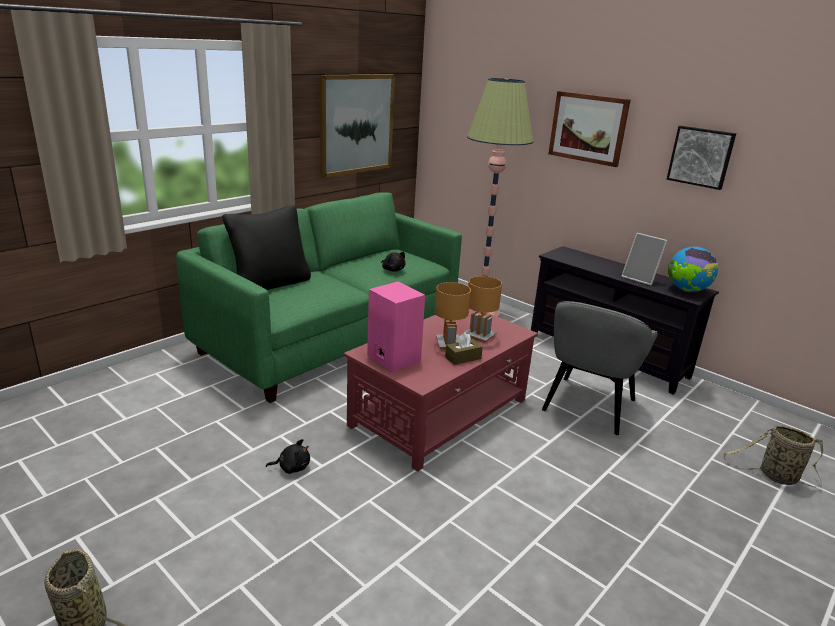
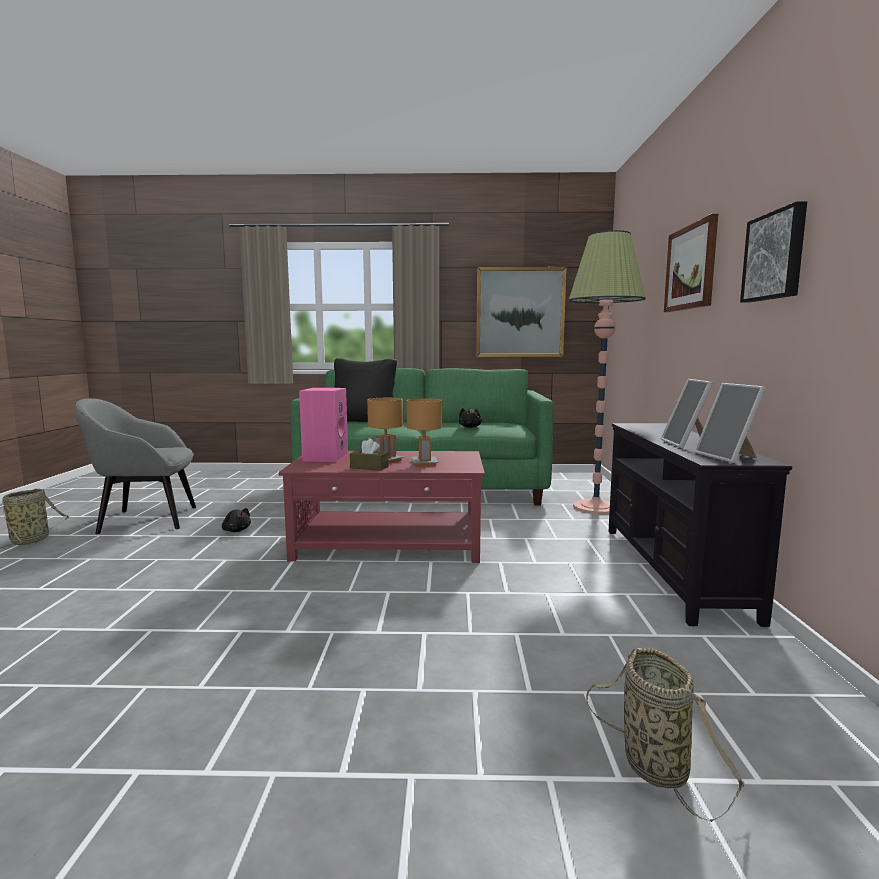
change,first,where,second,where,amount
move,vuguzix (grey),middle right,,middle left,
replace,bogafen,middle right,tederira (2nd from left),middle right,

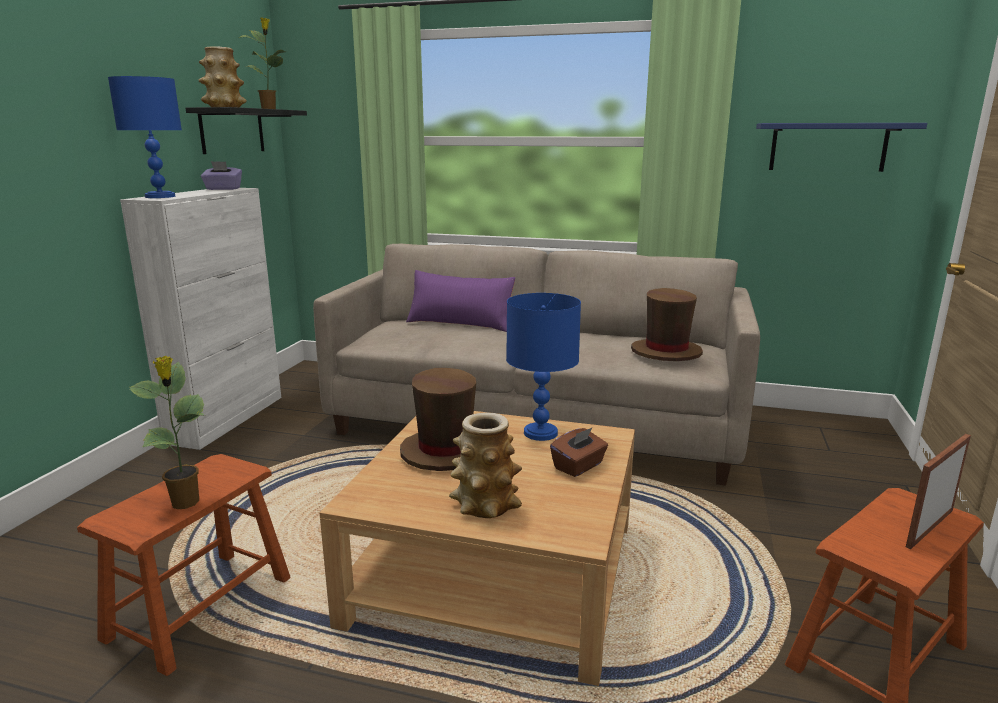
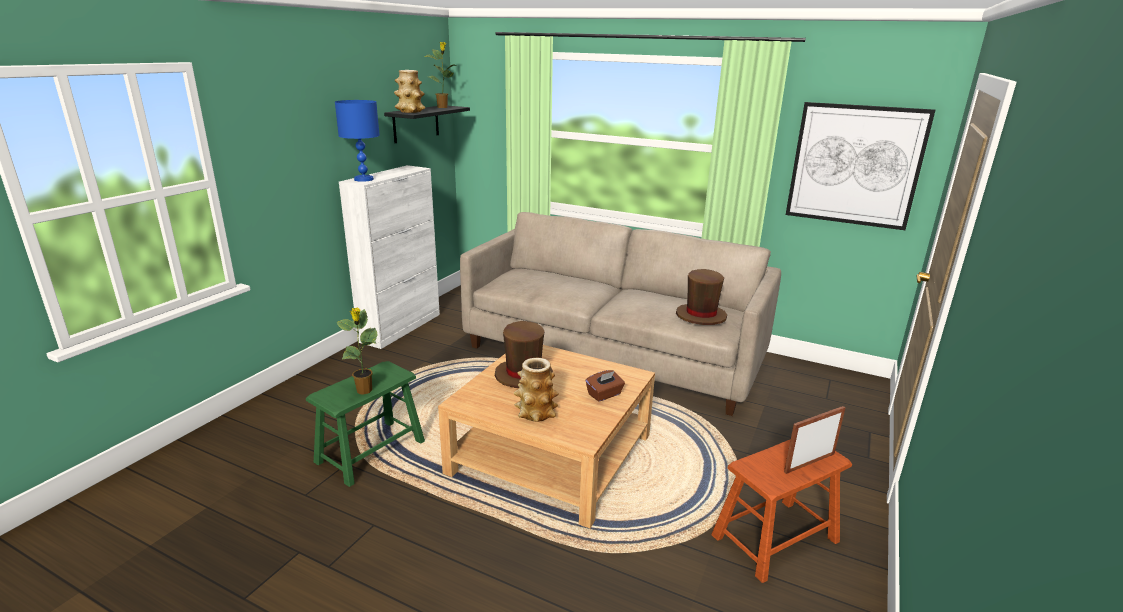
change,first,where,second,where,amount
delete,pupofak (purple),top left,,,
delete,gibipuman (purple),centre,,,
delete,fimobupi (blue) (2nd from left),centre,,,
replace,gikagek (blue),top right,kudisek,top right,
recolor,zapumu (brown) (1st from left),bottom left,zapumu (green),bottom left,

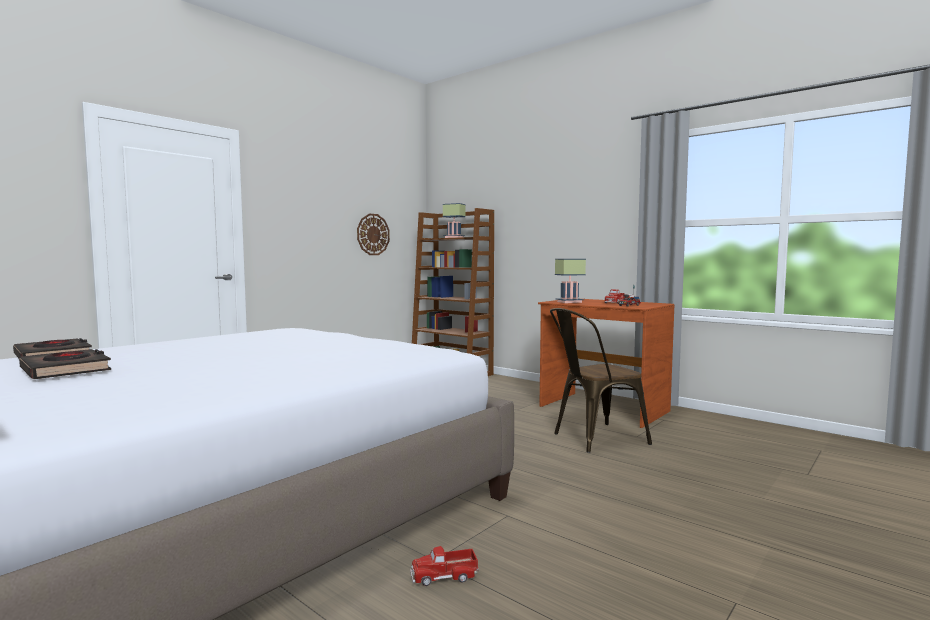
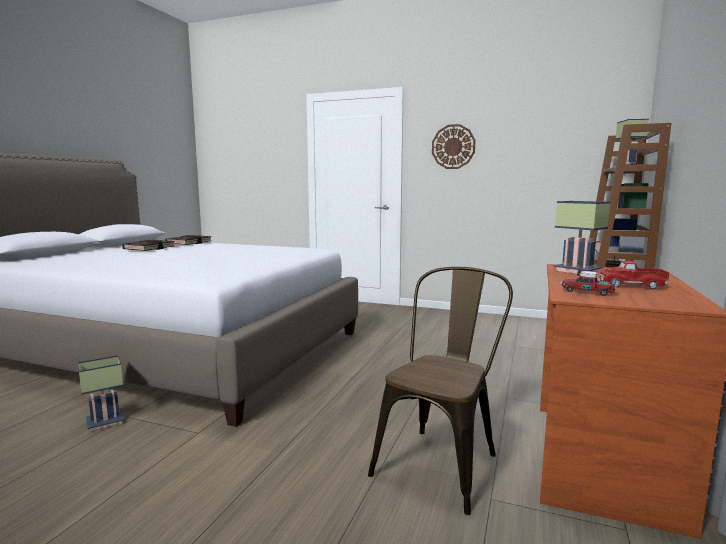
change,first,where,second,where,amount
move,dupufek,centre,,top centre,
replace,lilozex (1st from left),bottom centre,fimobupi (1st from left),bottom left,
rotate,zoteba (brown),centre,,bottom centre,75 degrees clockwise

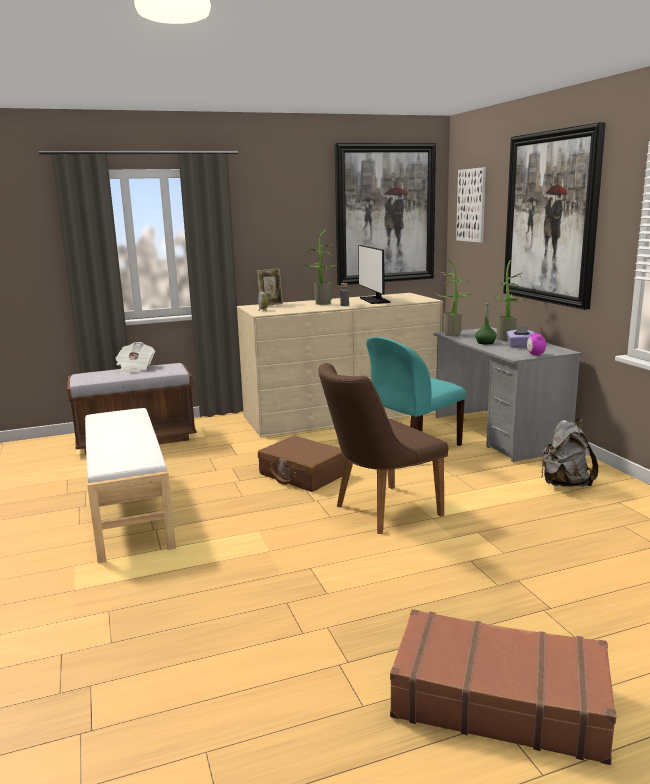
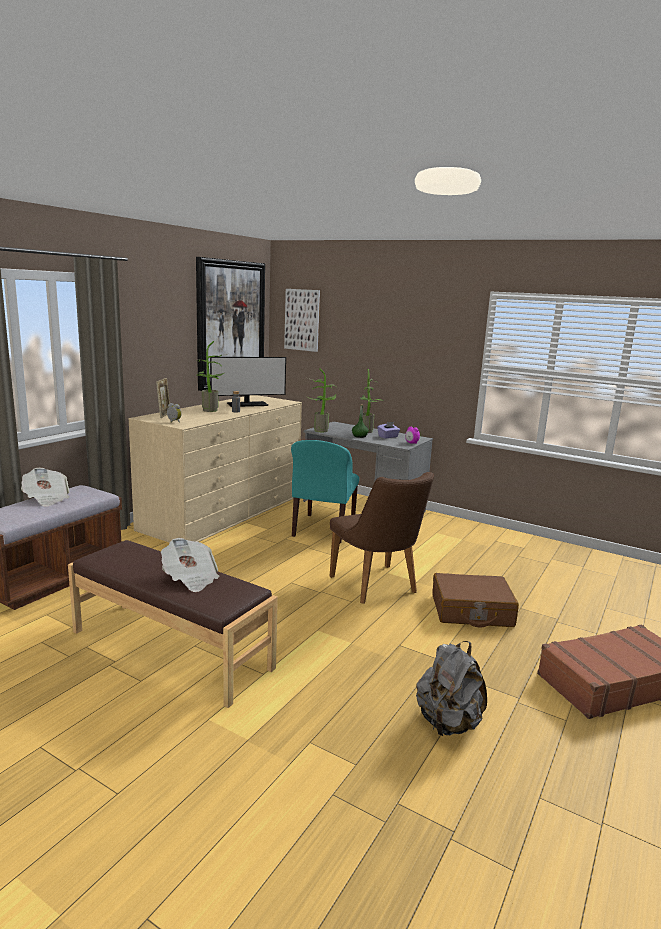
change,first,where,second,where,amount
delete,kudisek (3rd from left),top right,,,
insert,,,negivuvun (2nd from left),middle left,
move,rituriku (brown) (1st from left),centre,,middle right,
move,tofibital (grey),middle right,,bottom right,
recolor,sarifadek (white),middle left,sarifadek (brown) (2nd from left),bottom left,
rotate,zoteba (brown),centre,,centre,45 degrees counterclockwise
rotate,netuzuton,centre,,centre,60 degrees counterclockwise

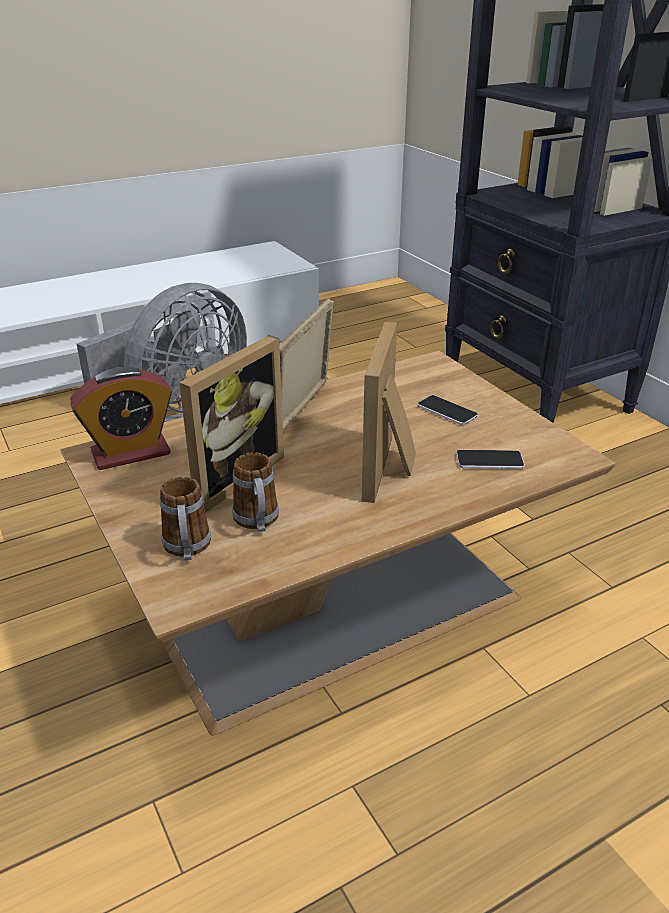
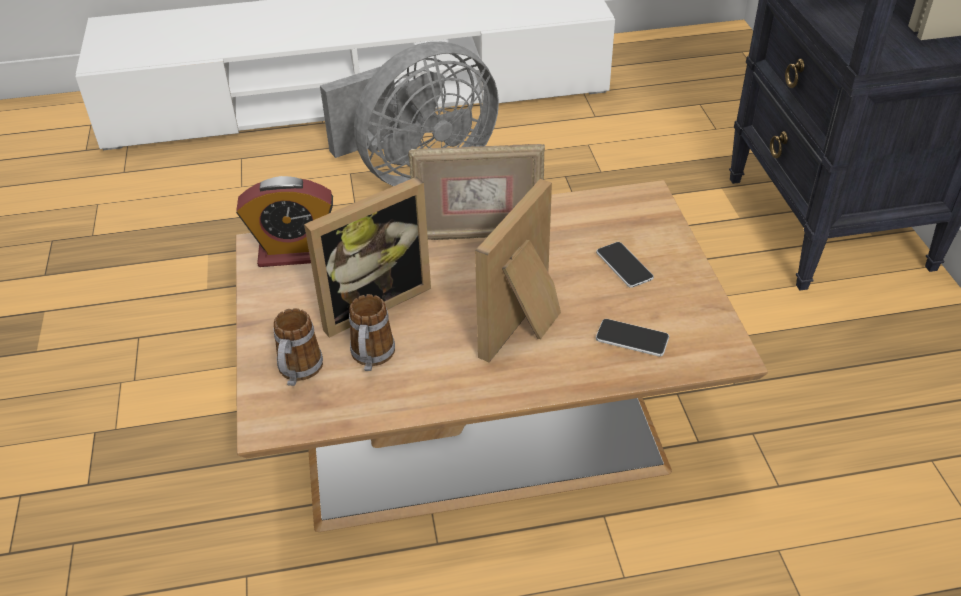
change,first,where,second,where,amount
rotate,tederira (2nd from left),centre,,top centre,135 degrees counterclockwise

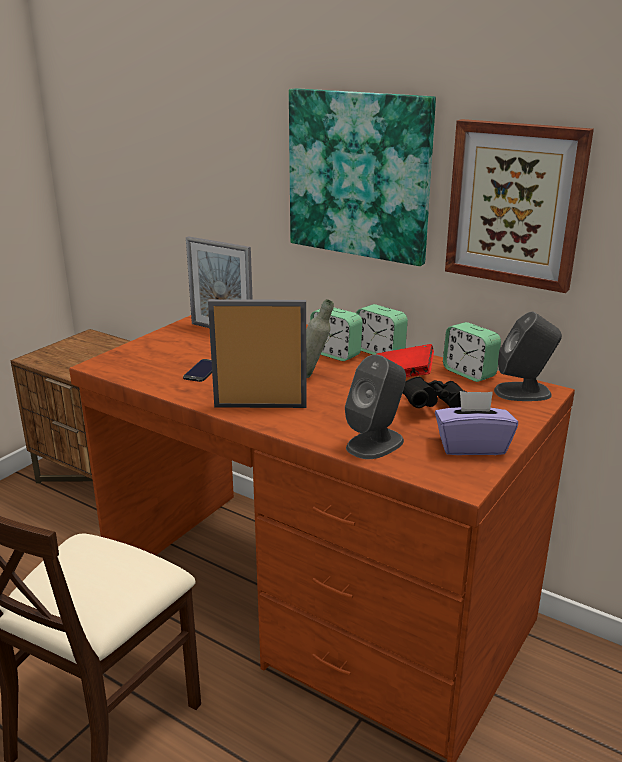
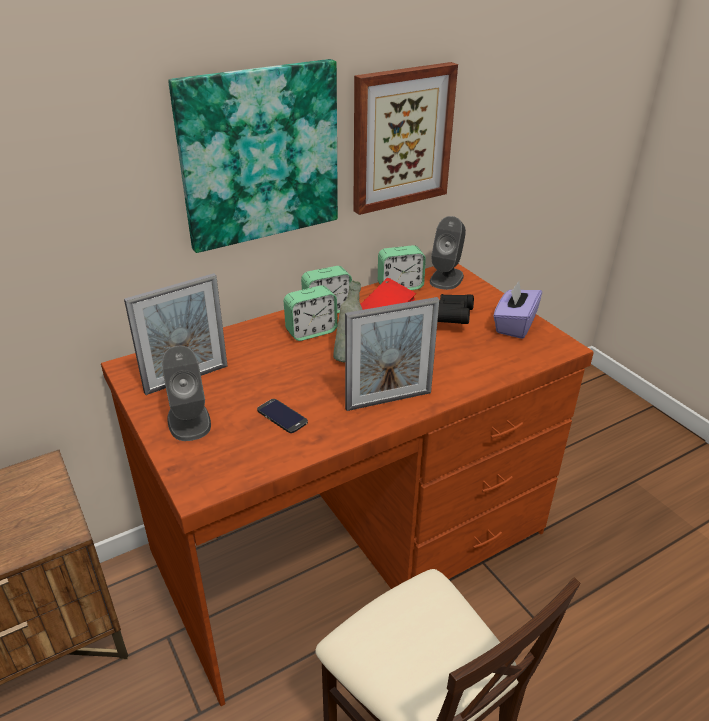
change,first,where,second,where,amount
move,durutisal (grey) (1st from left),centre,,middle left,
rotate,tederira (2nd from left),centre,,centre,135 degrees counterclockwise

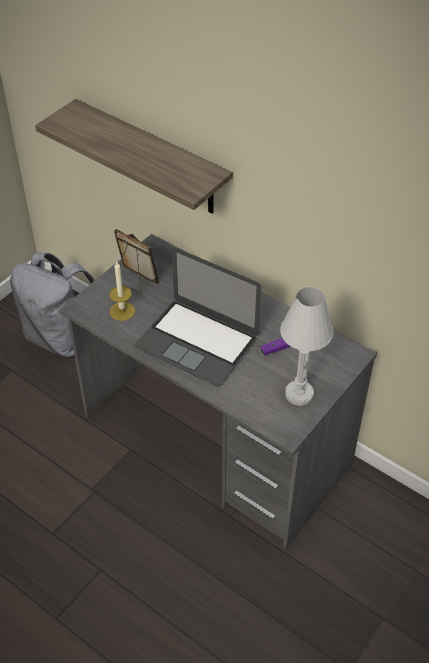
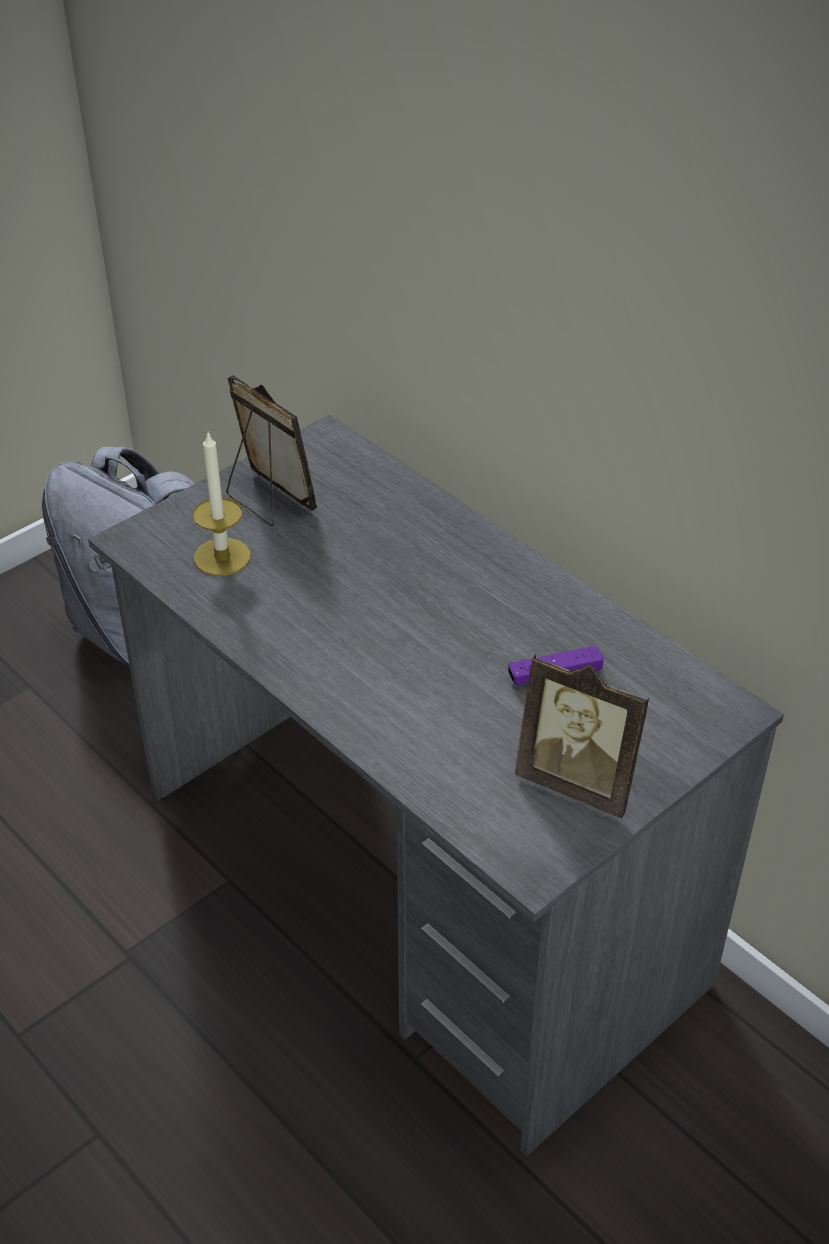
change,first,where,second,where,amount
delete,gikagek,top left,,,
delete,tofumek,centre,,,
replace,fimobupi (white),middle right,tederira (2nd from left),middle right,

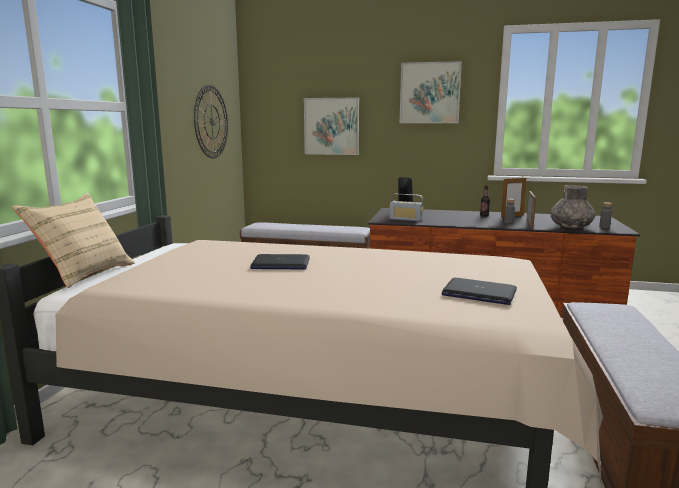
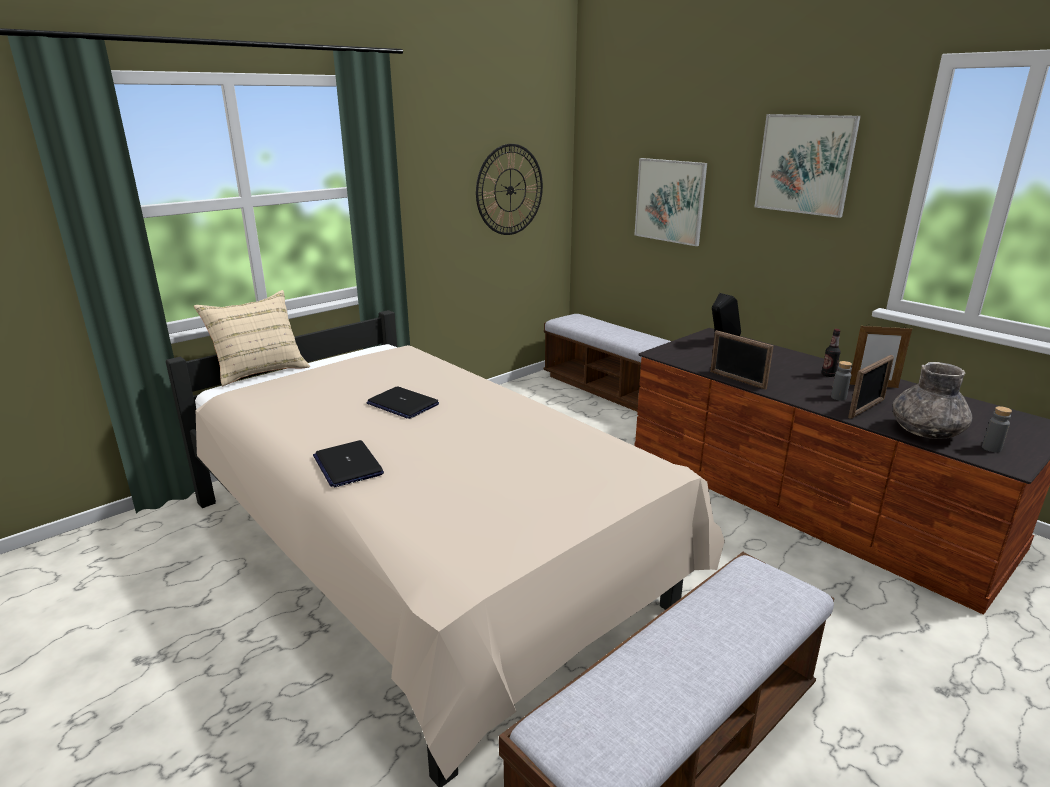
change,first,where,second,where,amount
delete,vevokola,centre,,,
insert,,,tederira (1st from left),middle right,
move,tofumek (2nd from left in the first image),middle right,tofumek (1st from left),middle left,

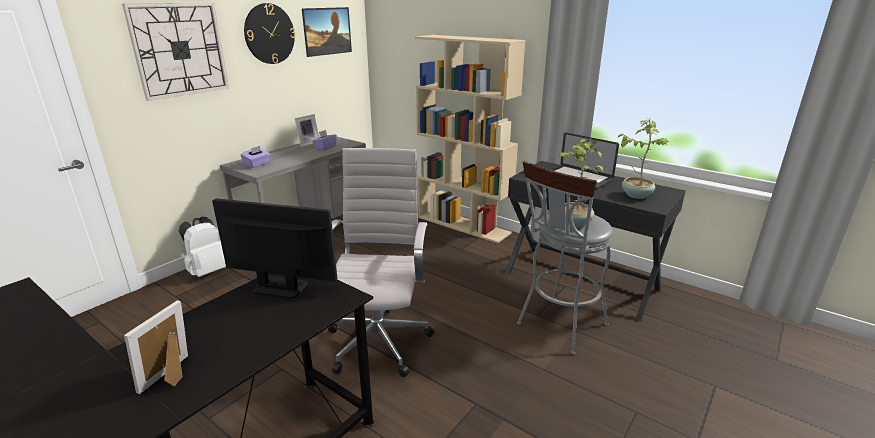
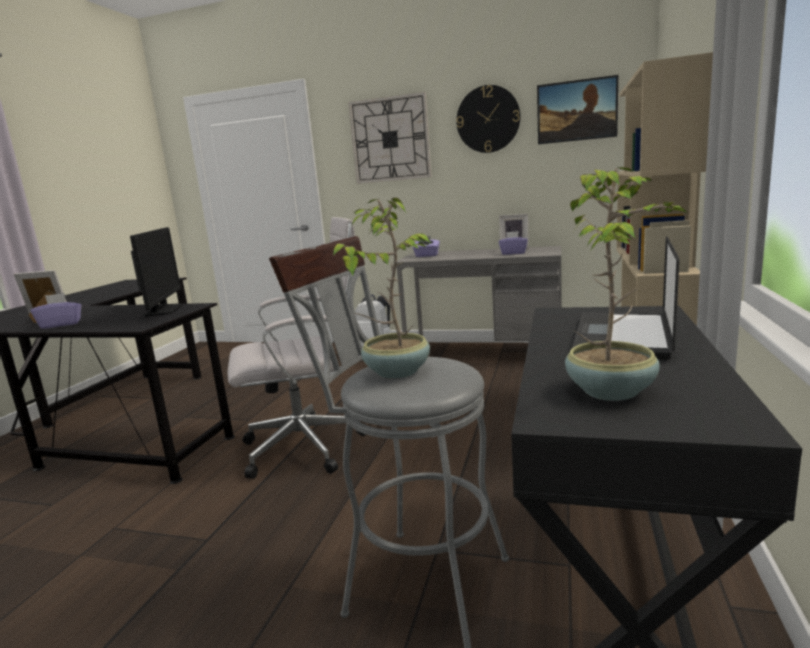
change,first,where,second,where,amount
insert,,,pupofak (purple) (1st from left),middle left,

